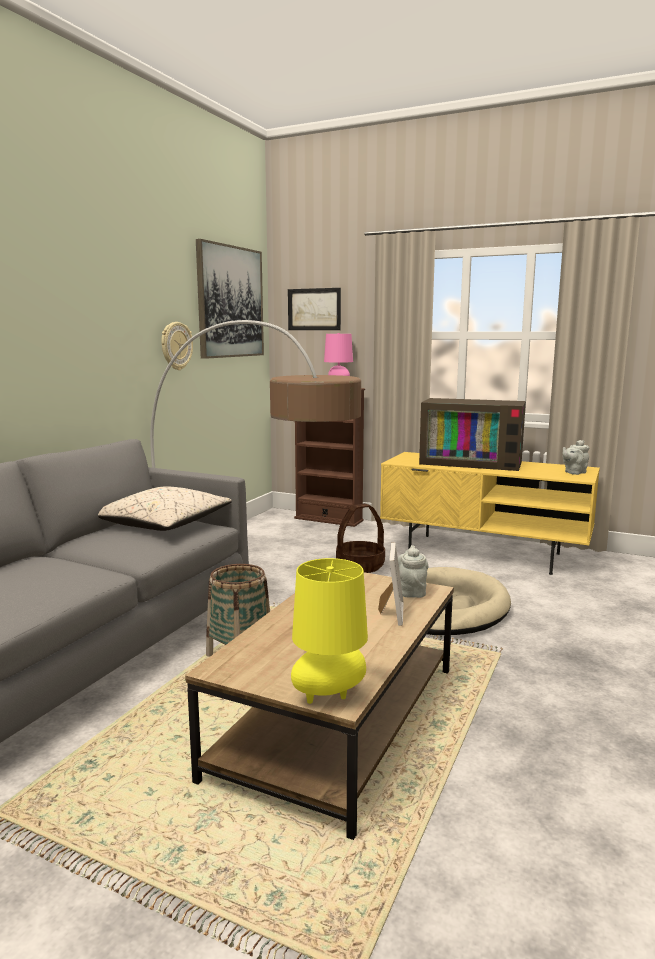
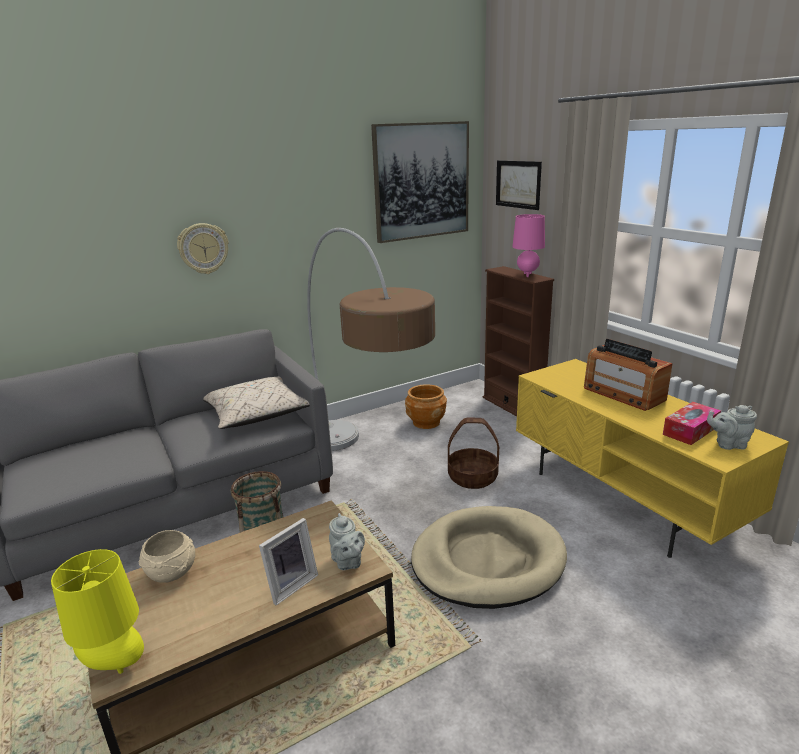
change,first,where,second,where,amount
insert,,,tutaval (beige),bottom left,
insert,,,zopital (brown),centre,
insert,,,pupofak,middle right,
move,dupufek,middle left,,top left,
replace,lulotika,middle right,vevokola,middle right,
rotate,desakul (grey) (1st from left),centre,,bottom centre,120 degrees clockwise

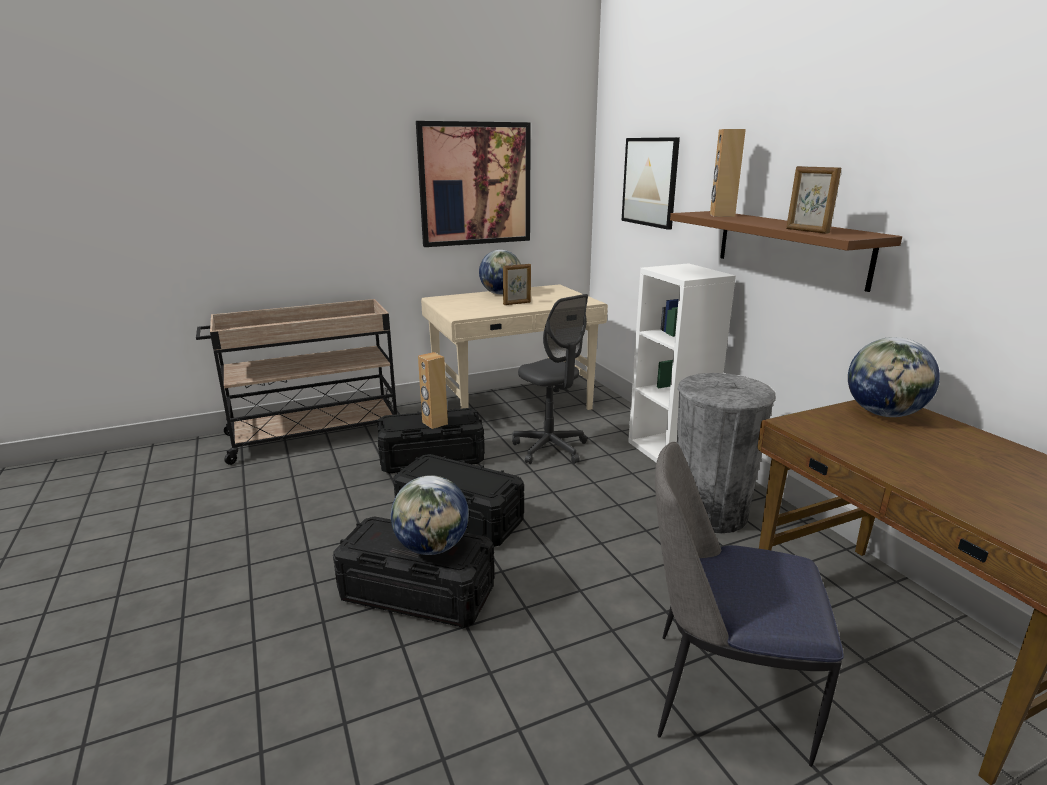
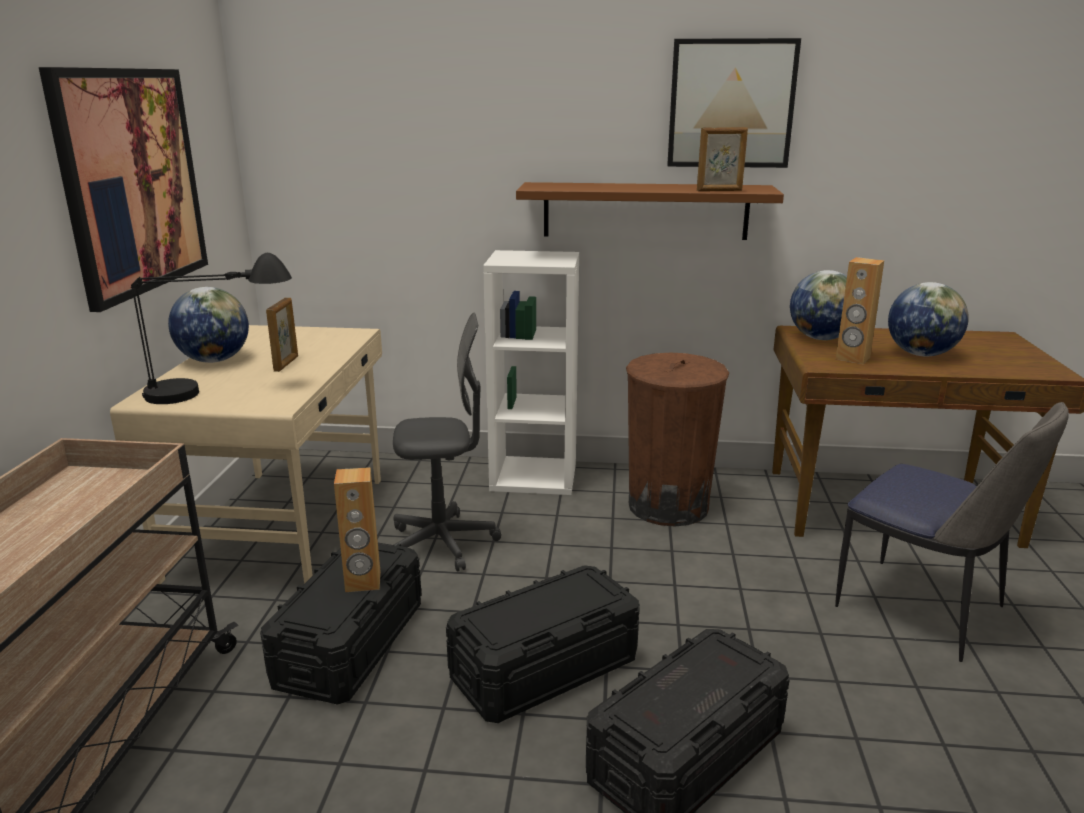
change,first,where,second,where,amount
insert,,,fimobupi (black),middle left,
move,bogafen (1st from left in the first image),centre,bogafen (3rd from left),middle right,
move,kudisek (2nd from left),top centre,,top right,
move,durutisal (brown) (2nd from left),top right,,middle right,
recolor,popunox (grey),middle right,popunox (brown),centre,
rotate,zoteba,bottom right,,middle right,90 degrees counterclockwise

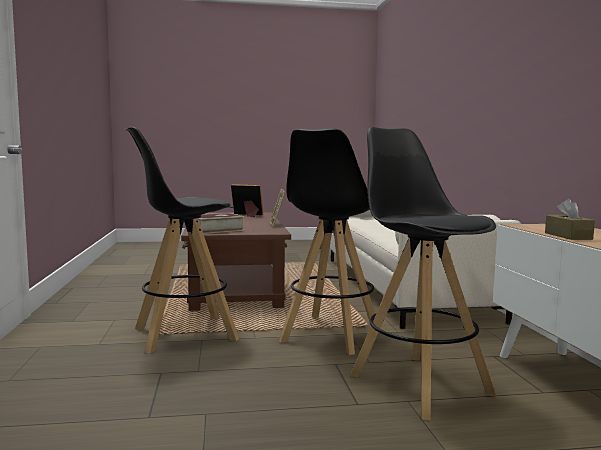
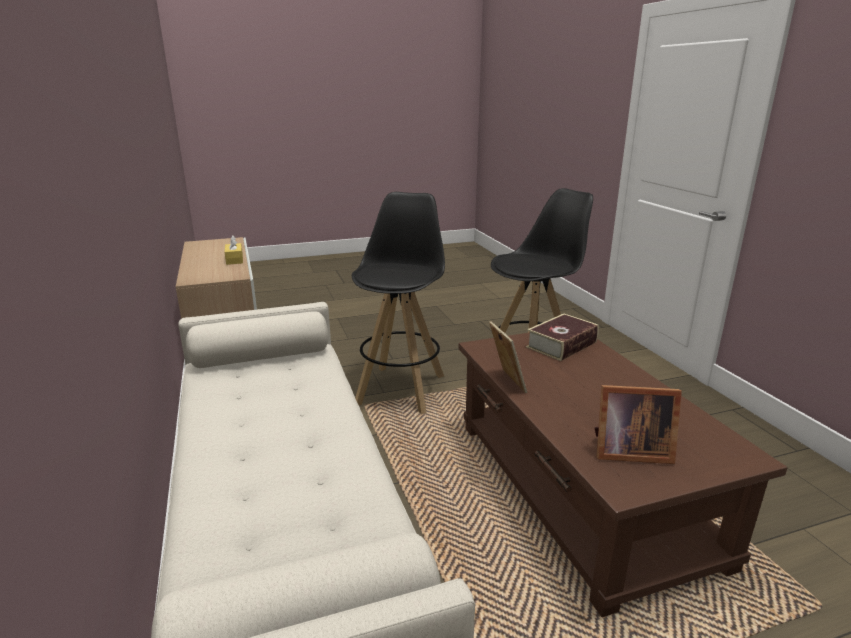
change,first,where,second,where,amount
delete,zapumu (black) (3rd from left),middle right,,,
recolor,pupofak (brown),middle right,pupofak (yellow),middle left,

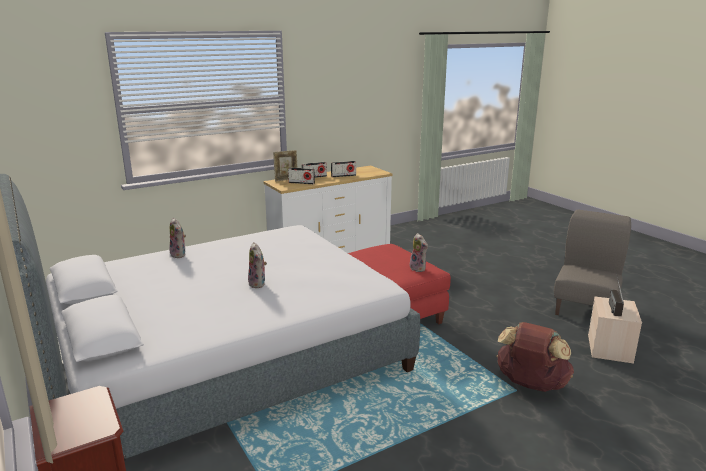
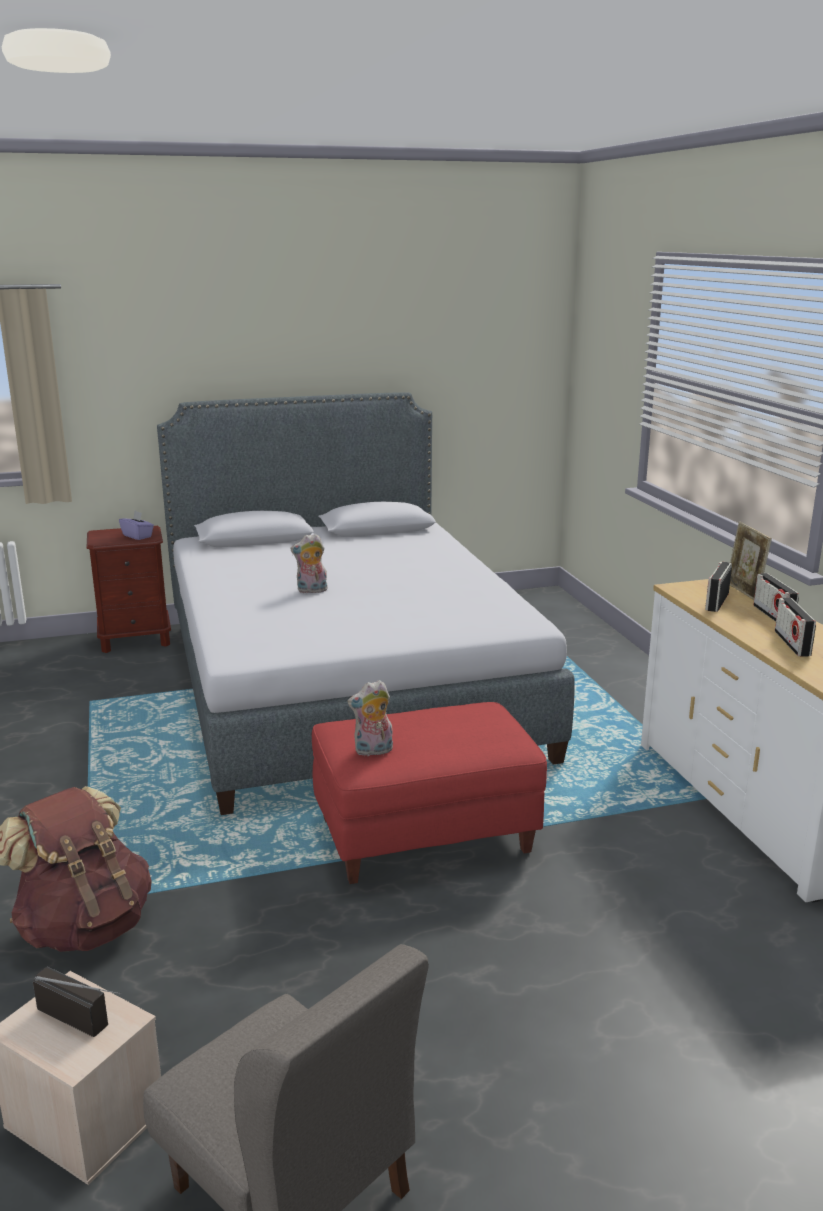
change,first,where,second,where,amount
delete,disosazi (1st from left),middle left,,,
insert,,,pupofak (purple),middle left,

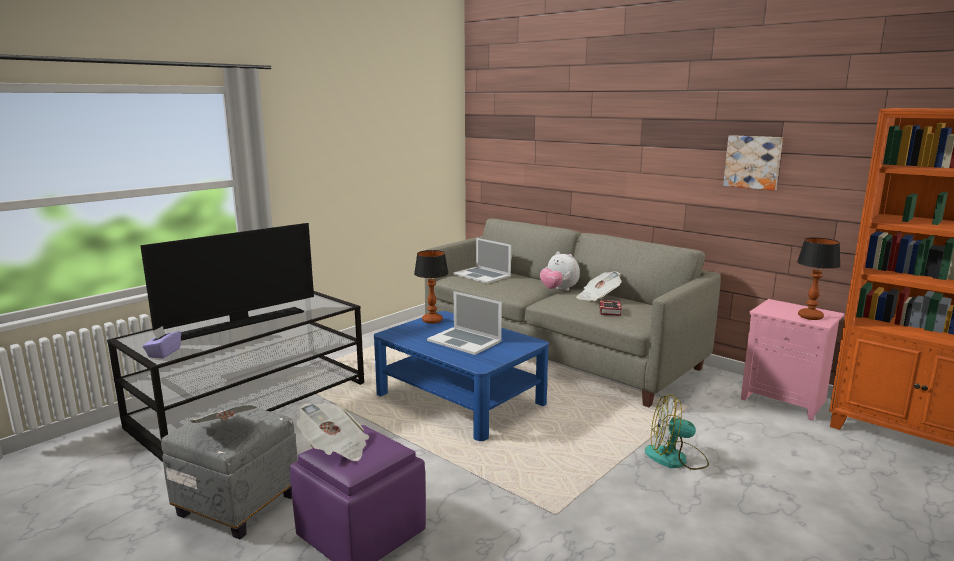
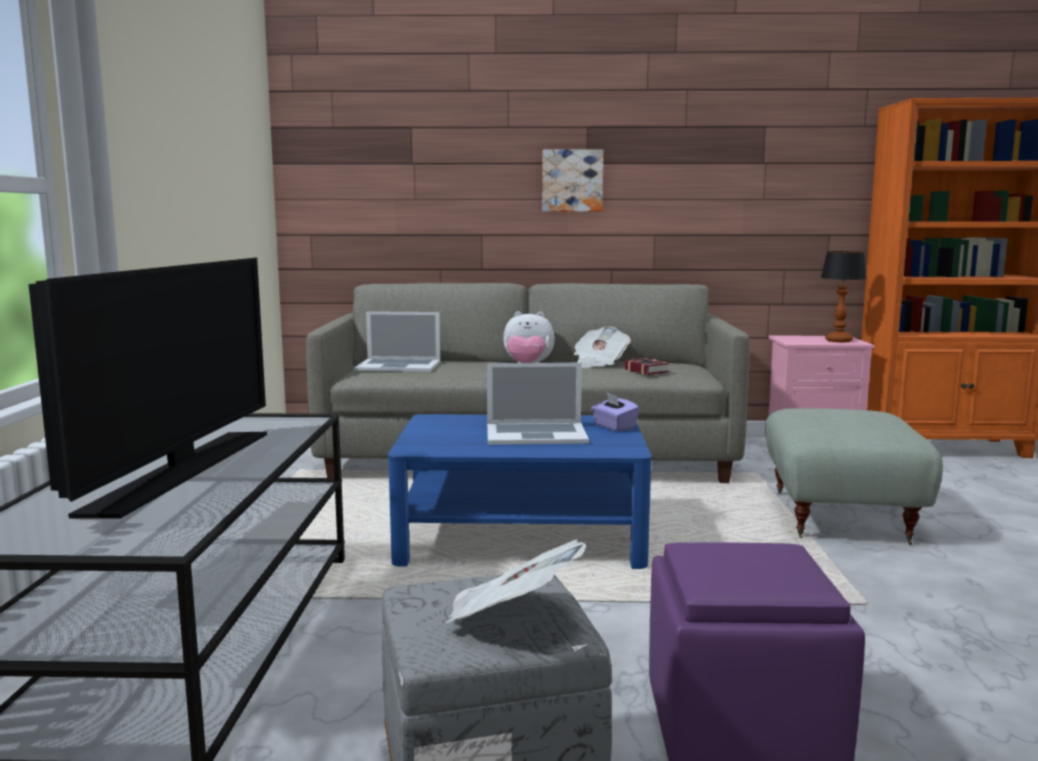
change,first,where,second,where,amount
delete,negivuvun (2nd from left),bottom centre,,,
delete,fimobupi (1st from left),centre,,,
move,pupofak (purple),middle left,,centre,
move,kudisek,top right,,top centre,
replace,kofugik,bottom right,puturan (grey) (2nd from left),middle right,

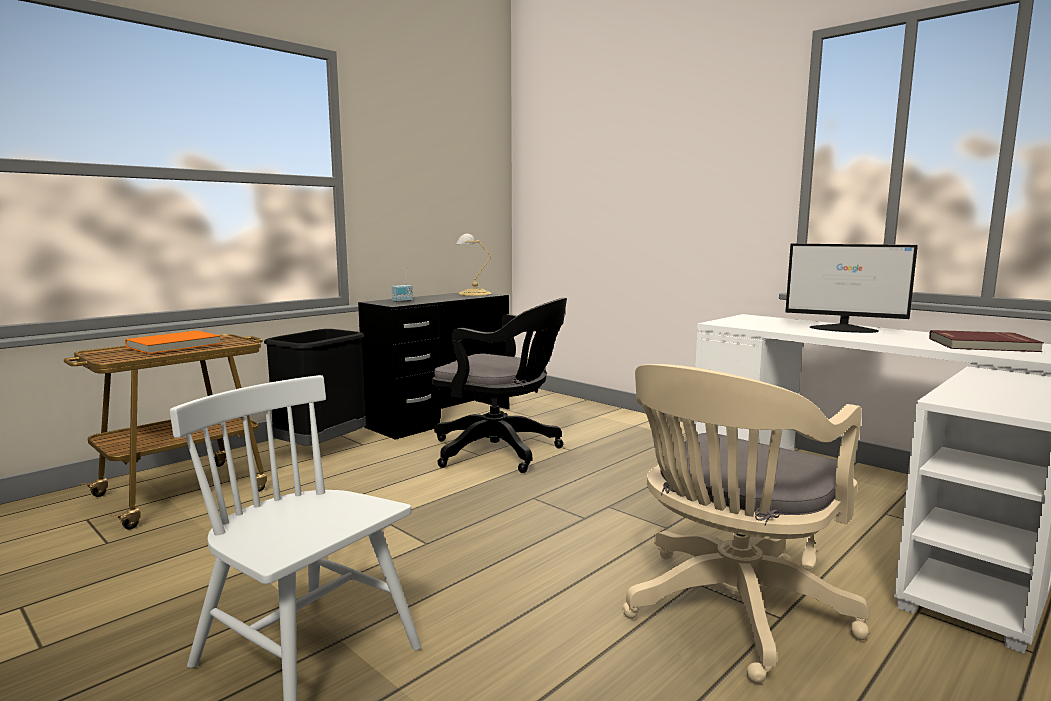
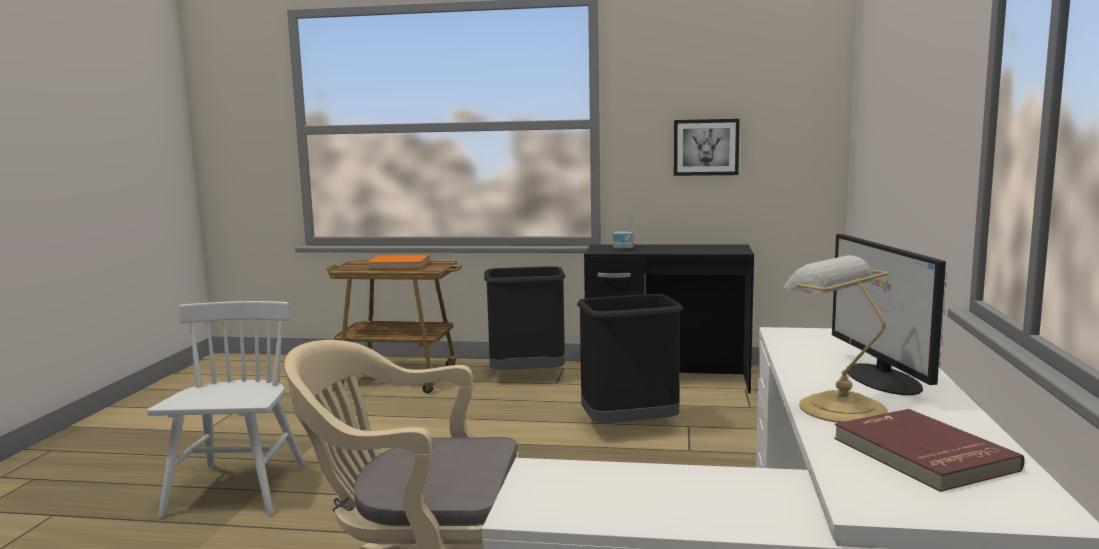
change,first,where,second,where,amount
insert,,,kudisek,top centre,
move,fimobupi,centre,,middle right,
replace,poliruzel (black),centre,popunox (black) (2nd from left),centre,

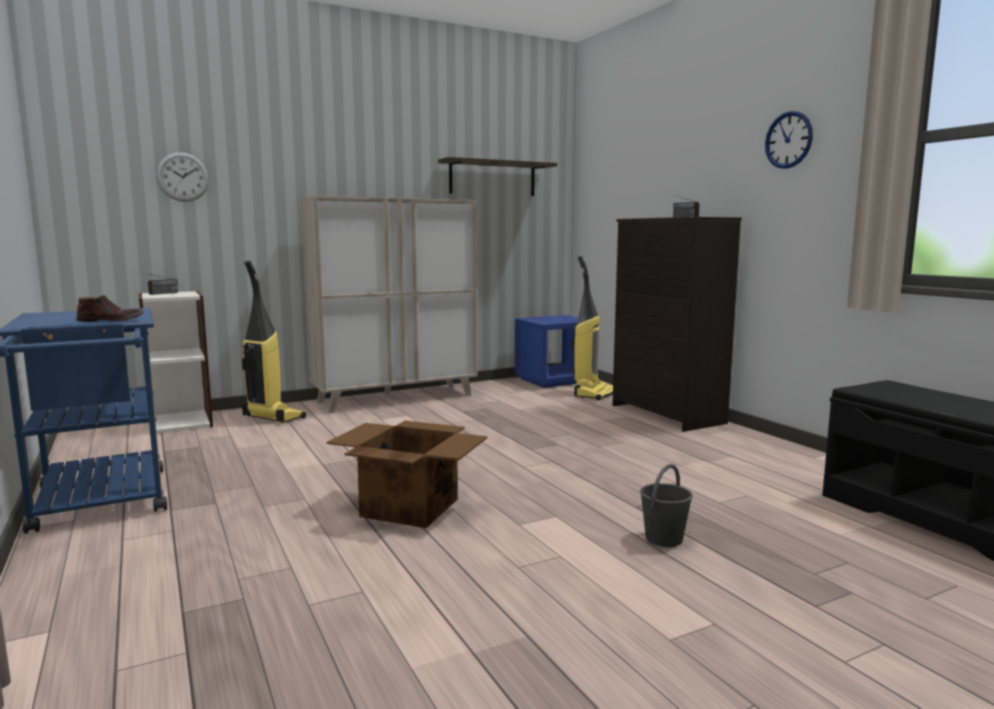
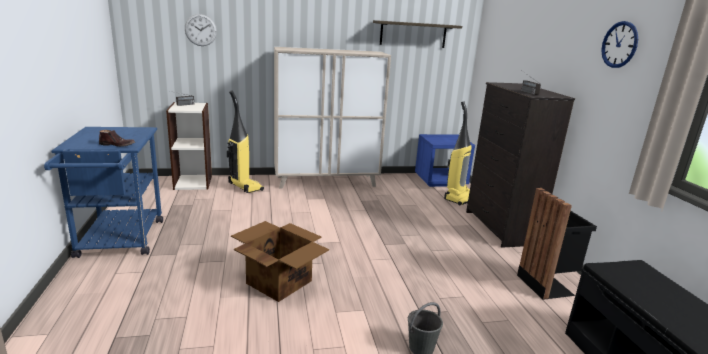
change,first,where,second,where,amount
insert,,,popunox (black),bottom right,

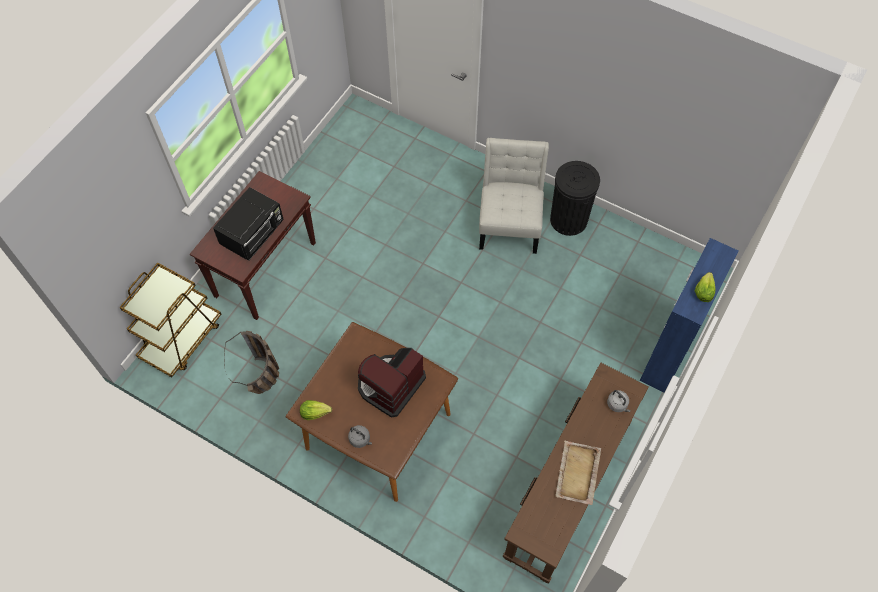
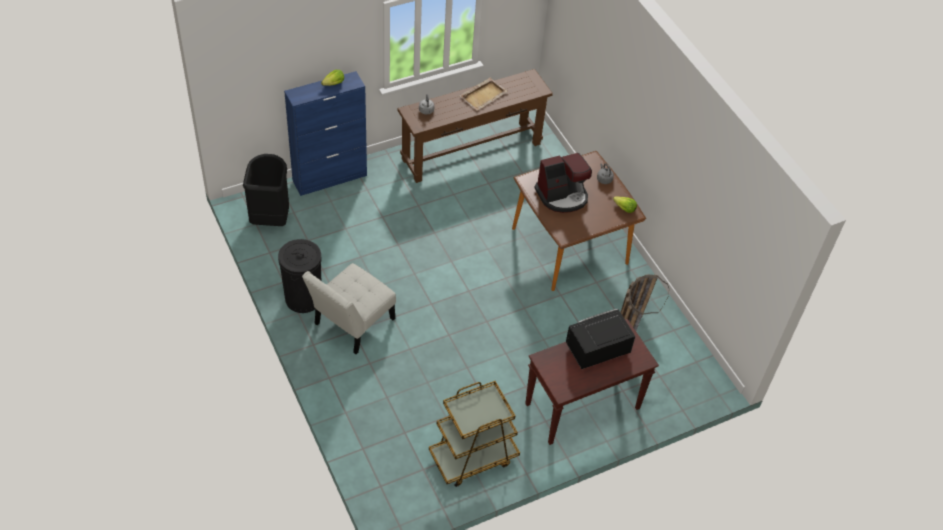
change,first,where,second,where,amount
insert,,,popunox (black) (1st from left),middle left,
move,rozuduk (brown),middle left,,bottom centre,

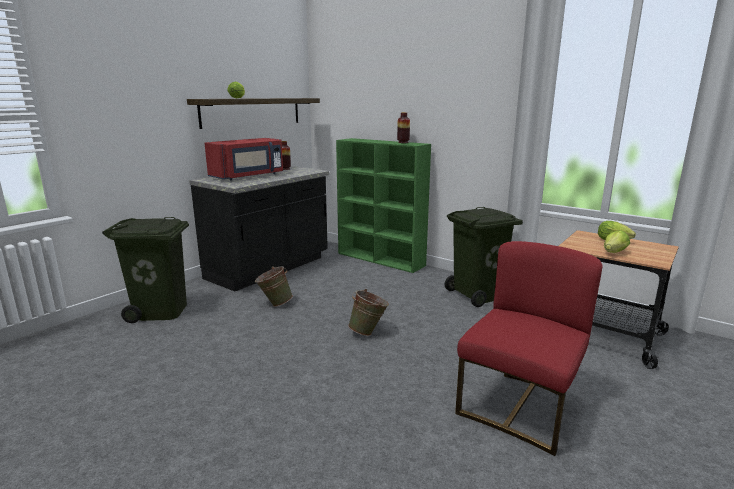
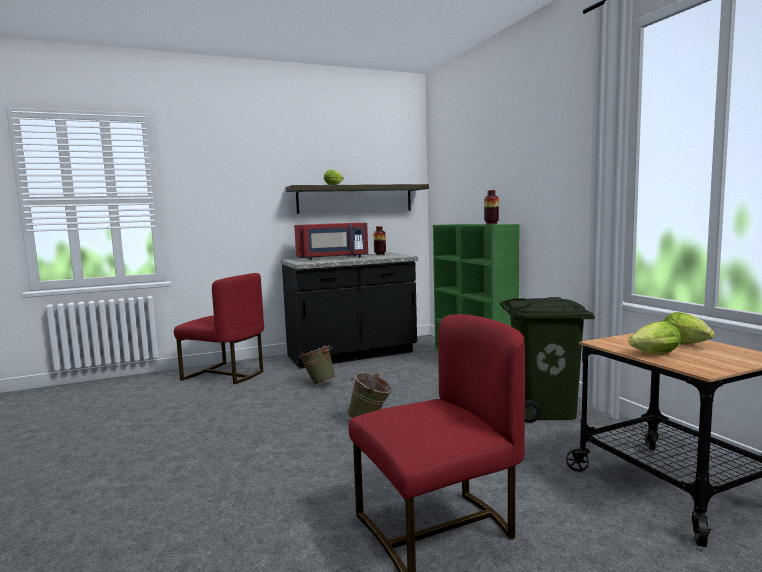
change,first,where,second,where,amount
replace,popunox (green) (1st from left),middle left,zoteba (red) (1st from left),middle left,

